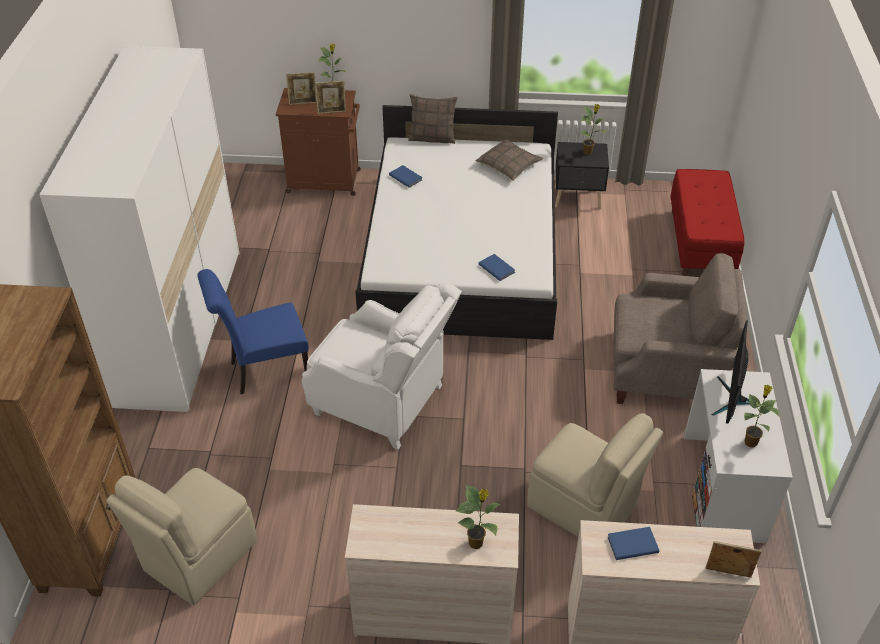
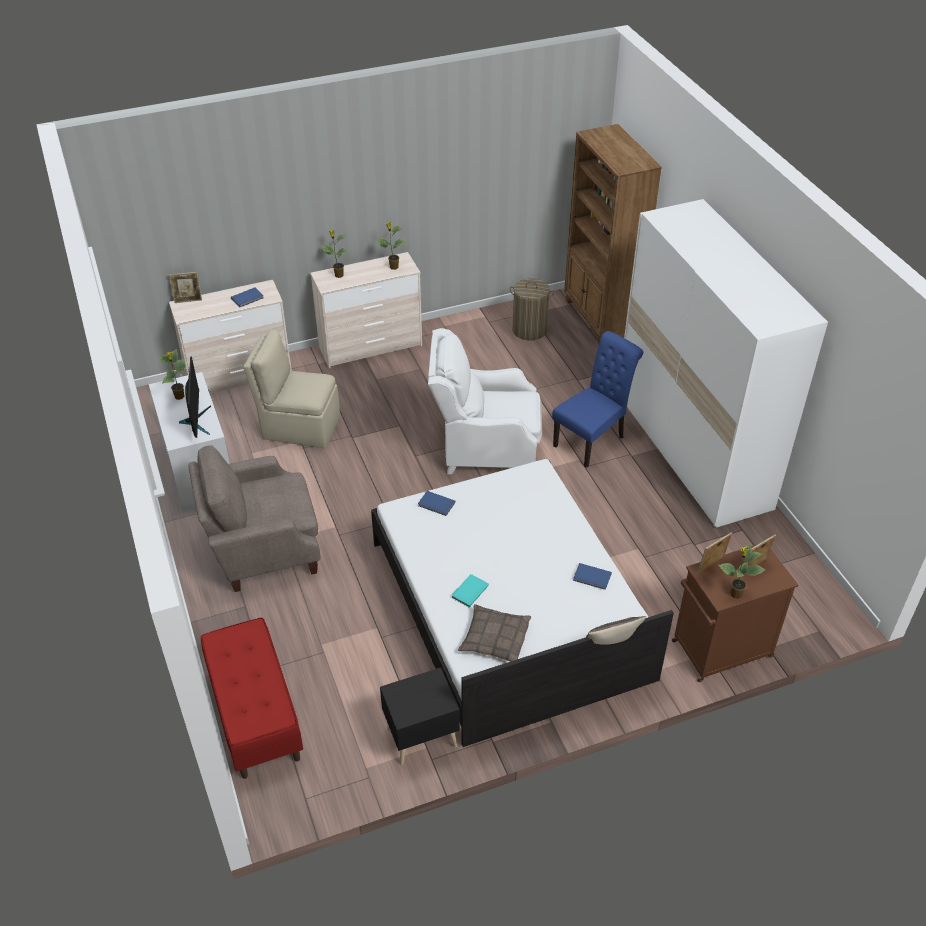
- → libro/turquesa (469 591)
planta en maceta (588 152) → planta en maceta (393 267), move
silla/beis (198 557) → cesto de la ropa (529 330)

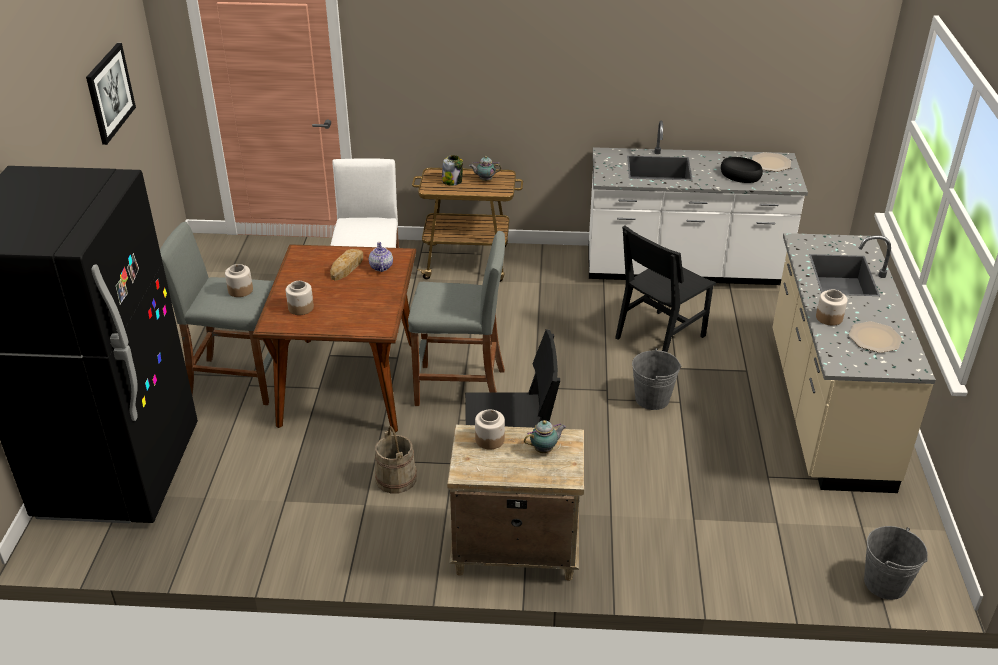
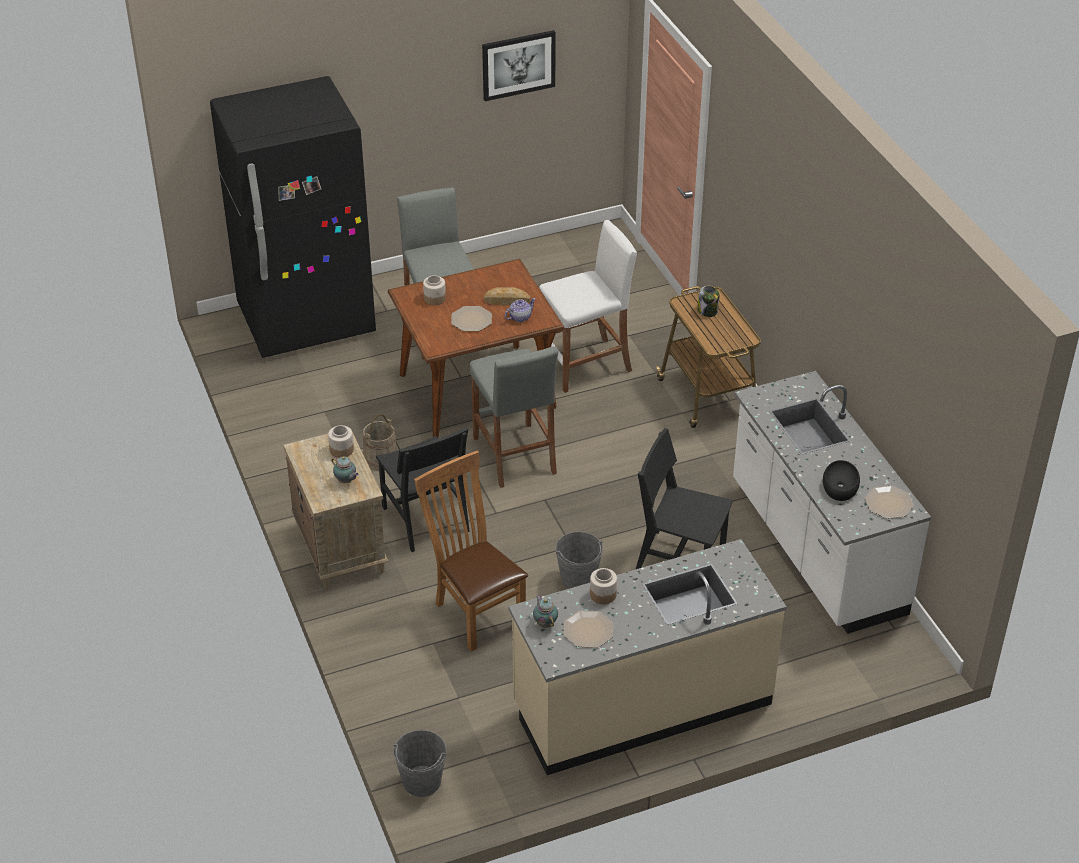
tarro (240 290) → -
- → silla/marrón (475 611)
- → plato (471 320)
tetera (485 180) → tetera (545 623), move

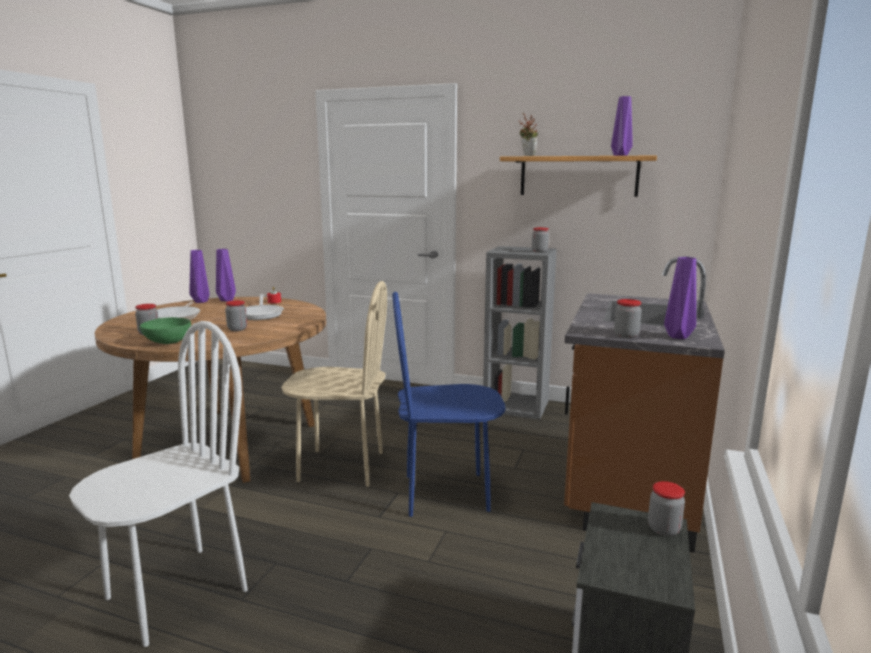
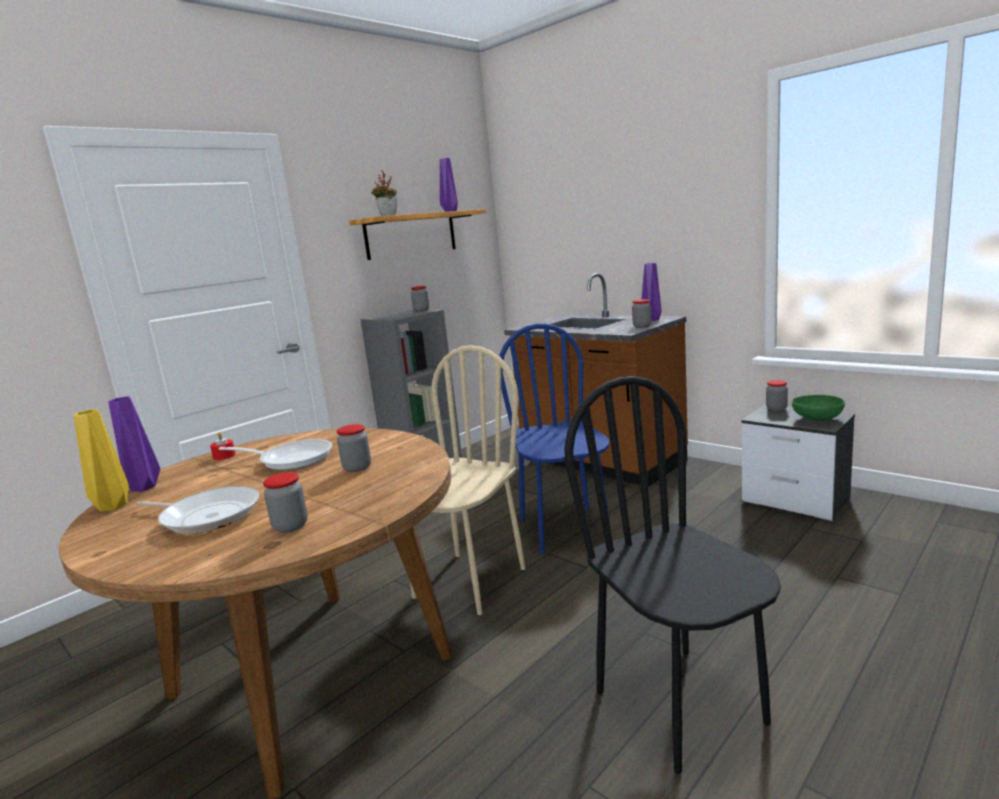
cuenco/verde (167 342) → cuenco/verde (817 420), move
silla/blanco (176 593) → silla/negro (680 705)
florero/morado (202 301) → florero/amarillo (114 506)
silla/azul (446 493) → silla/azul (565 530), 150 degrees clockwise

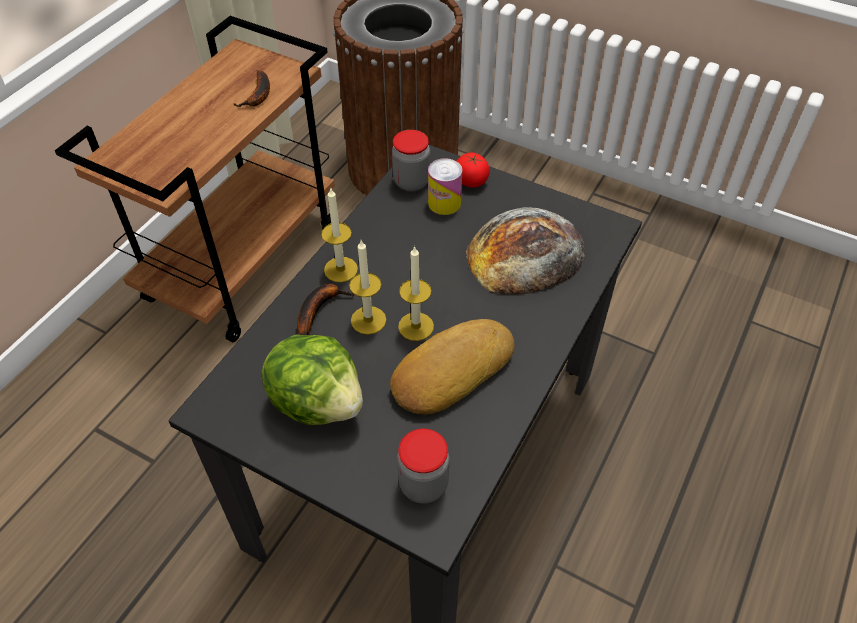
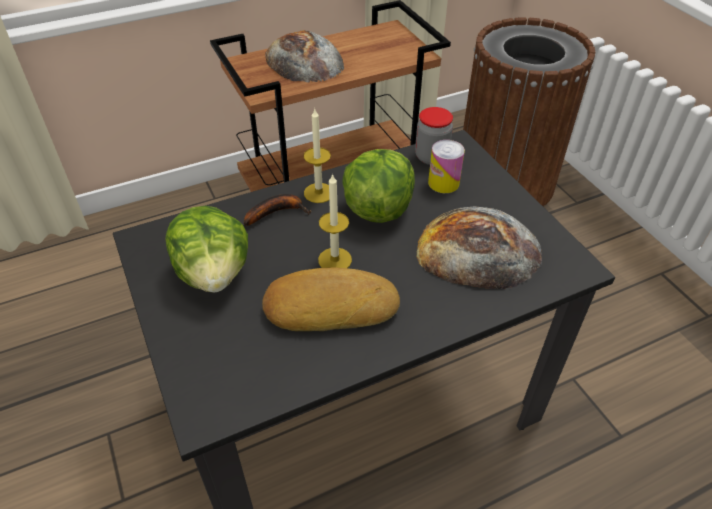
plátano (258 95) → -
vela (368 320) → -
tarro (423 484) → -
tomate (471 181) → -
- → pan (304 61)
- → lechuga (378 208)

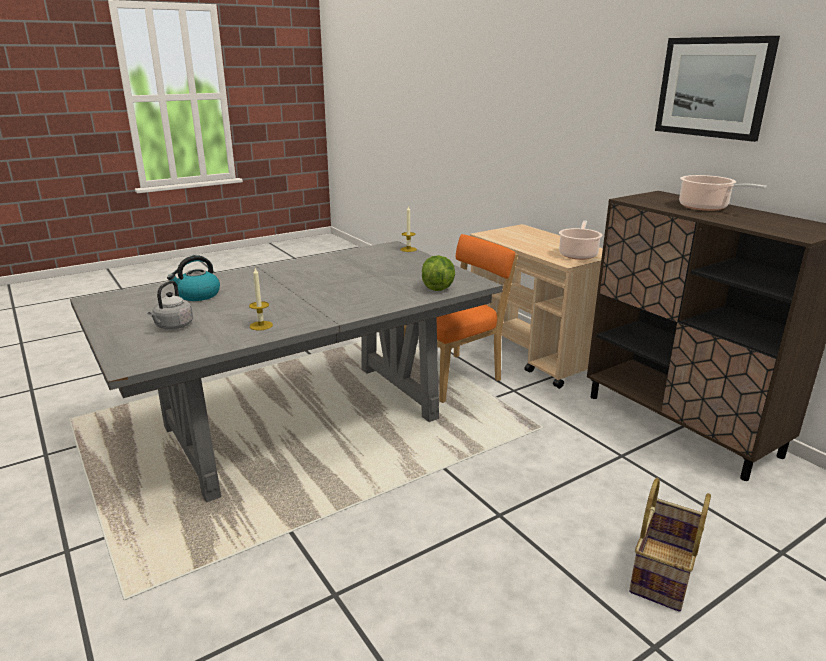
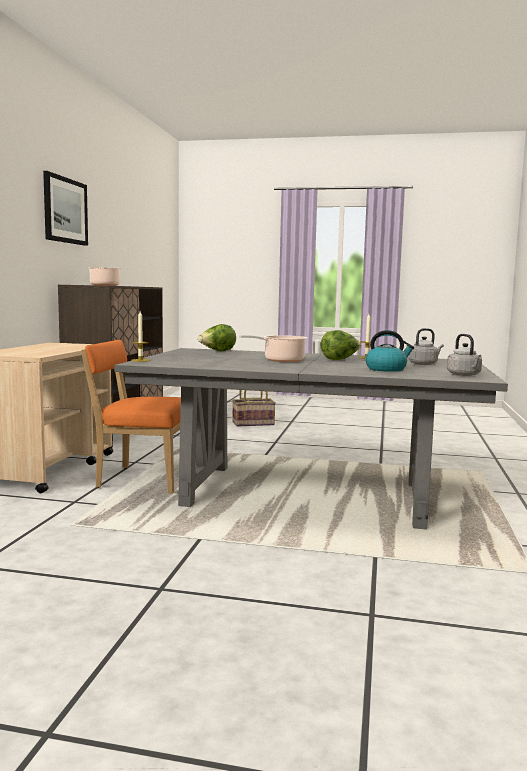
- → lechuga (340 359)
- → hervidor/gris (464 375)
olla (578 254) → olla (281 360), move

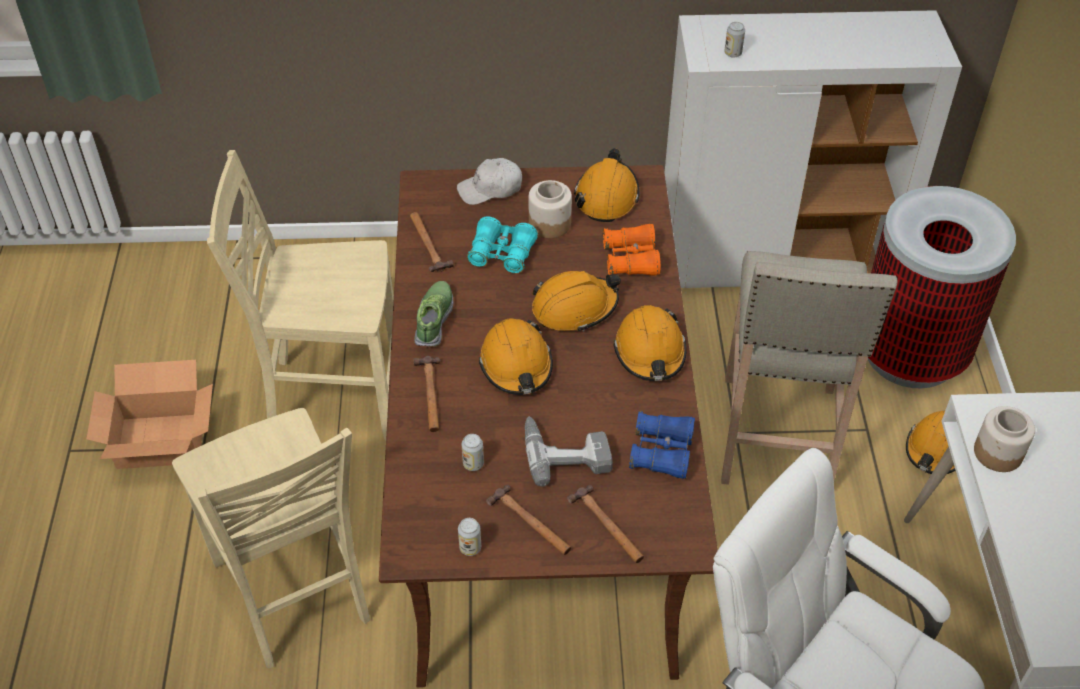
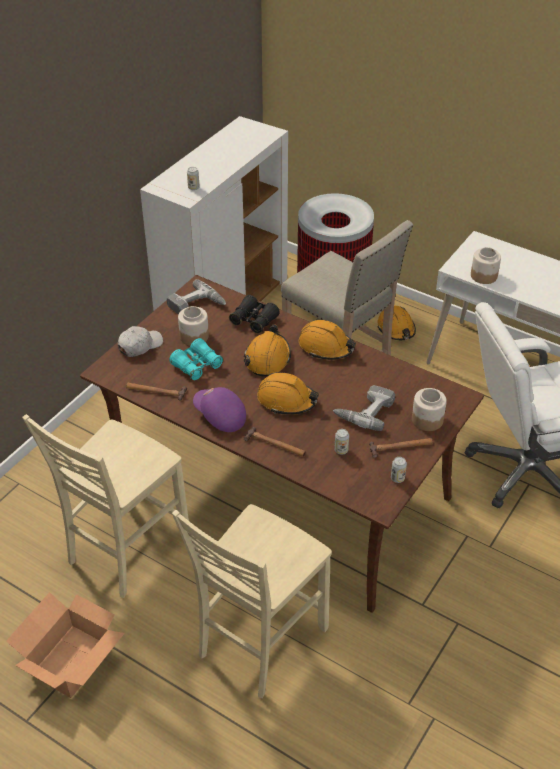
prismáticos/azul (662 452) → -
zapato (434 320) → gorra/morado (219 416)
martillo (607 527) → tarro (427 419)
casco/naranja (606 196) → taladro (197 305)
prismáticos/naranja (631 259) → prismáticos/negro (254 320)
silla/beis (294 593) → silla/beis (259 642), 120 degrees clockwise
gorra/blanco (490 189) → gorra/blanco (140 345), 150 degrees counterclockwise

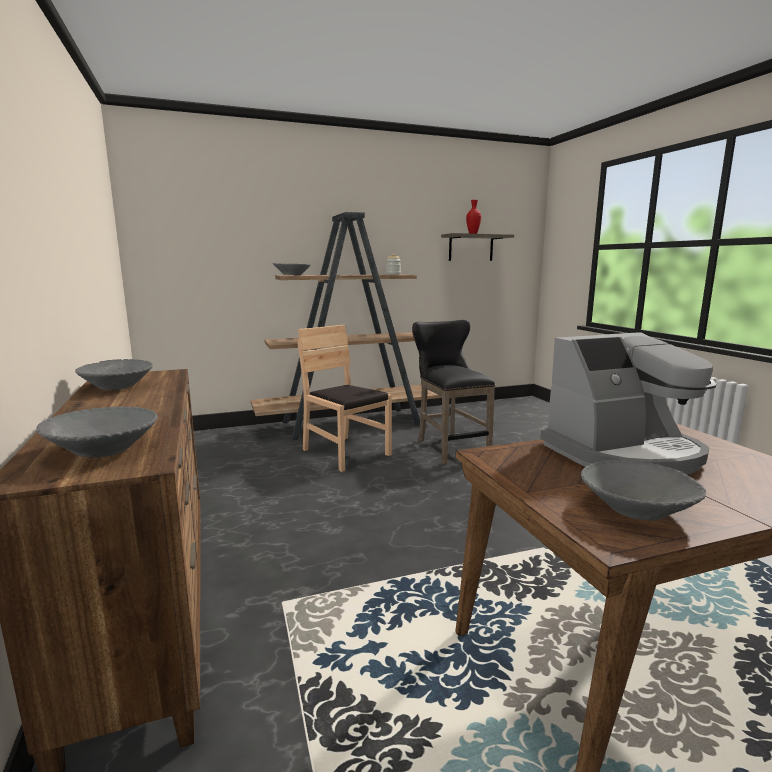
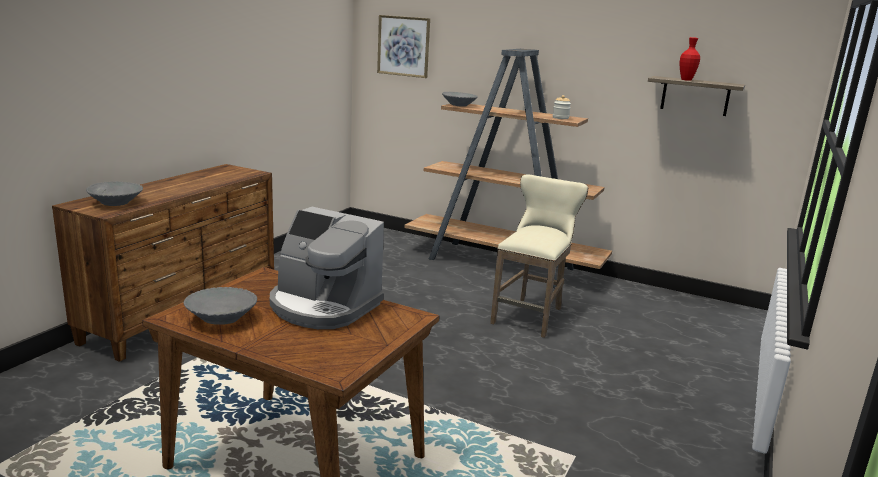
cuenco/gris (117 386) → -
silla/marrón (345 453) → -
- → cuadro (403 46)
taburete/negro (449 447) → taburete/beis (531 315)

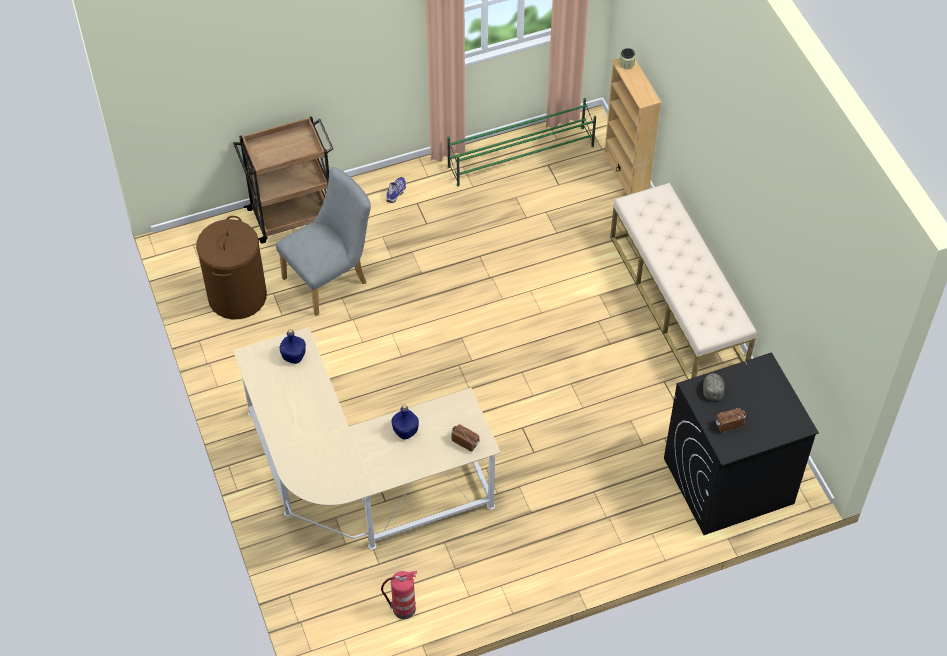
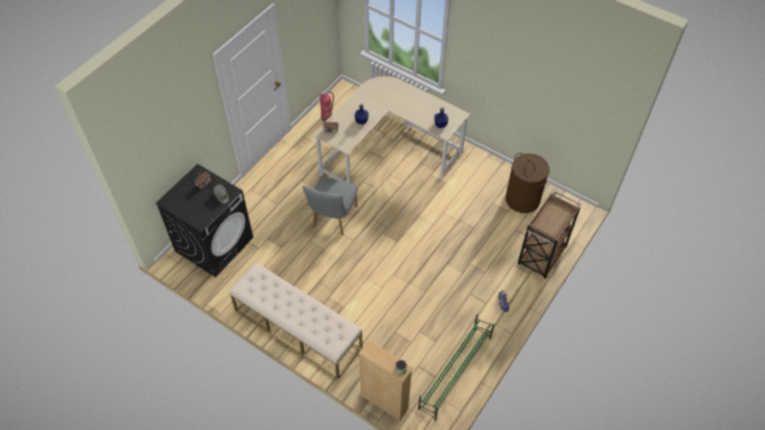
silla/gris (330 278) → silla/gris (332 219), move

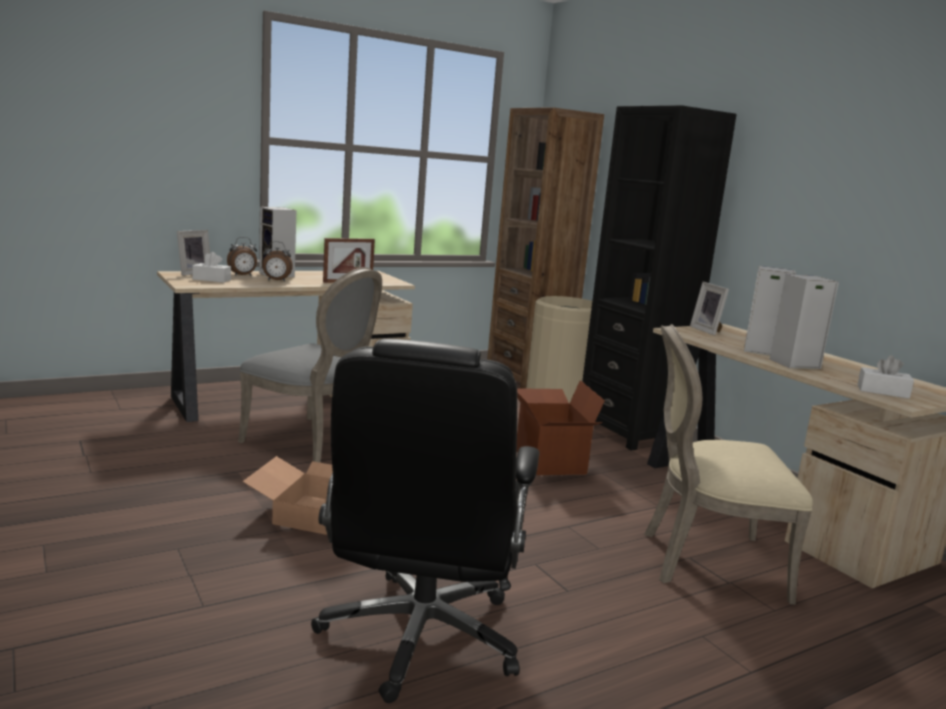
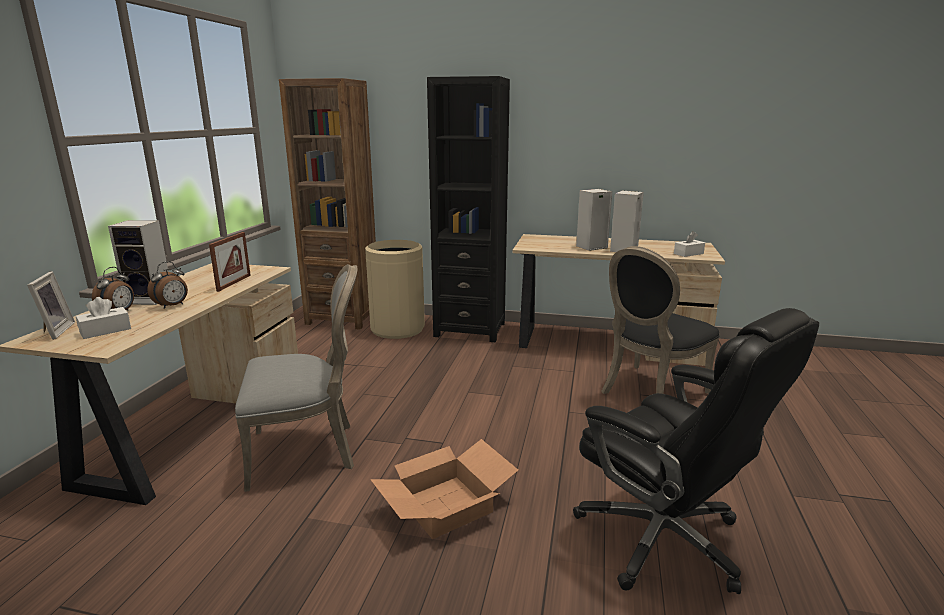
caja de cartón (548 461) → -
portarretratos (708 331) → -
silla/beis (706 562) → silla/negro (649 392)

